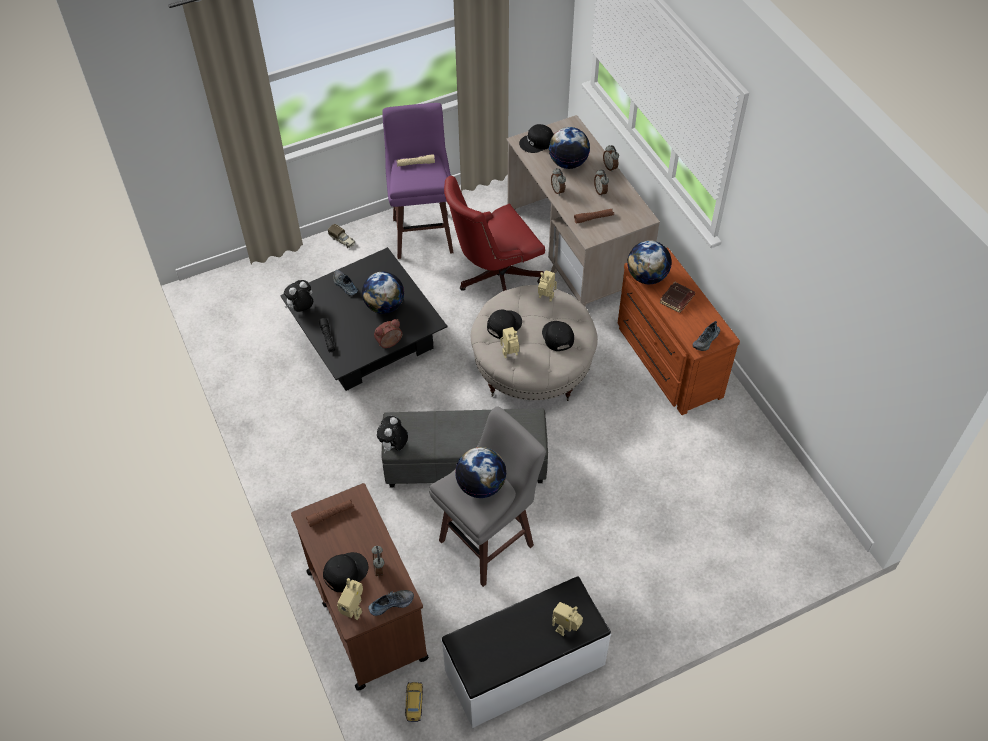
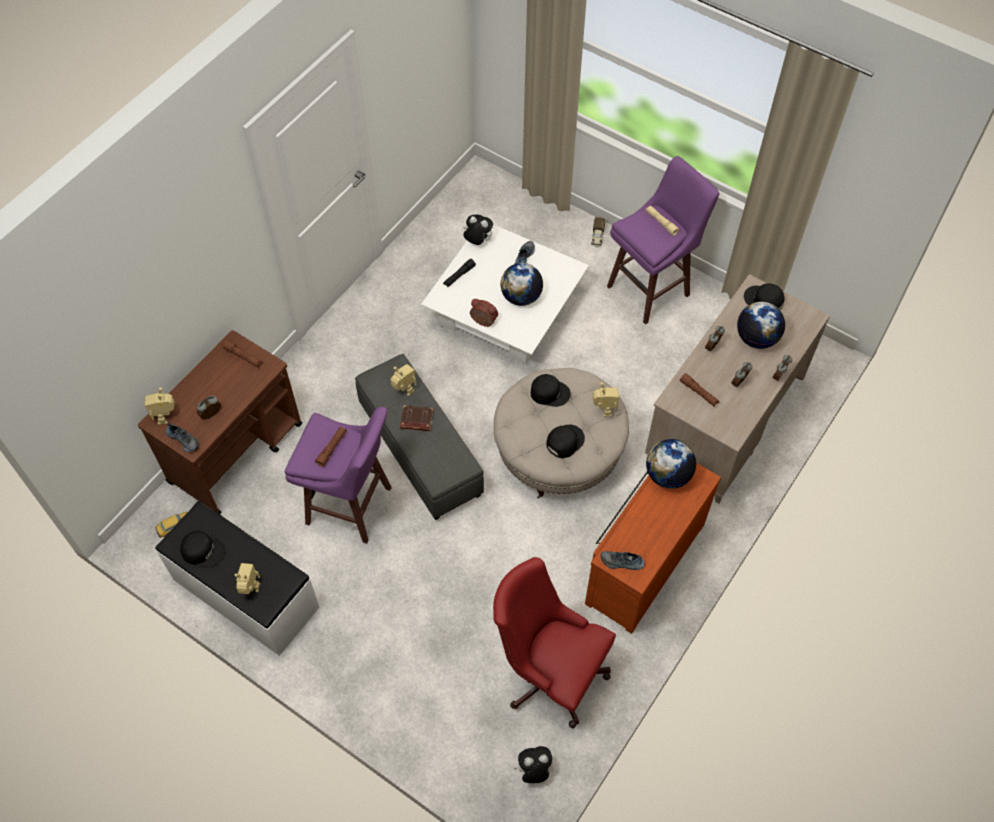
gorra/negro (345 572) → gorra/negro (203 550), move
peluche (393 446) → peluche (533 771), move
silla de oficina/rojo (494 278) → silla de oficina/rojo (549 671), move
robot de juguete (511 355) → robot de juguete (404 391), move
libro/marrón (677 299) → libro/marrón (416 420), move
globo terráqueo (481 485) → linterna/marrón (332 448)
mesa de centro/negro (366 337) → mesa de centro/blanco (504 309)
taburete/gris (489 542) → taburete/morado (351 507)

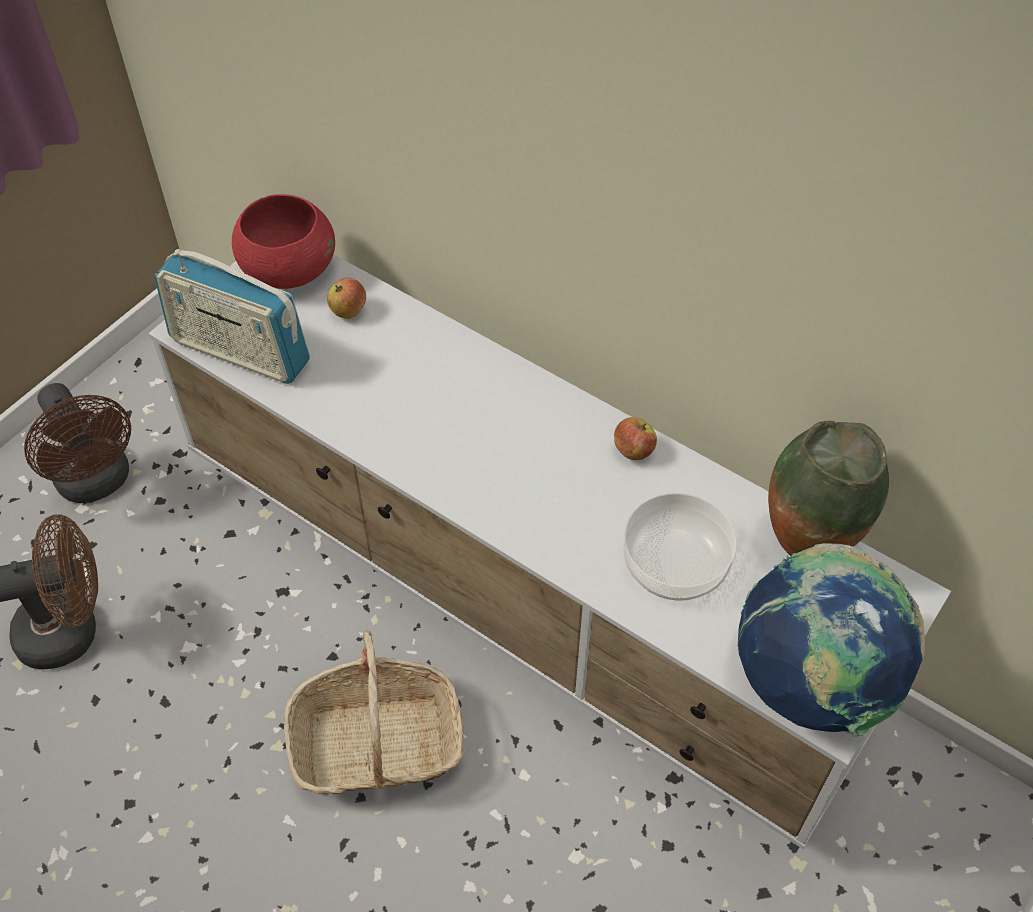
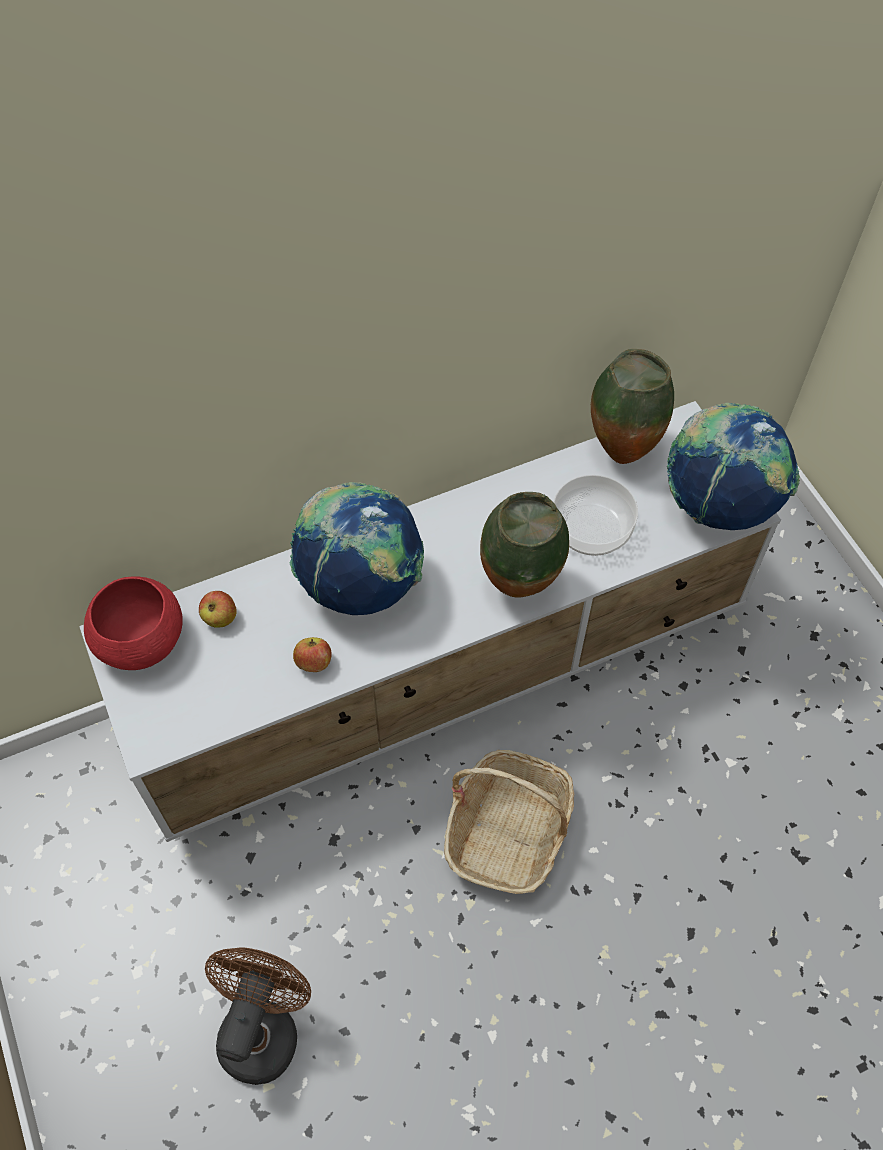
ventilador/marrón (97 482) → -
radio (240 352) → -
- → globo terráqueo (362 585)
- → florero (520 587)
manzana (633 451) → manzana (314 663), move

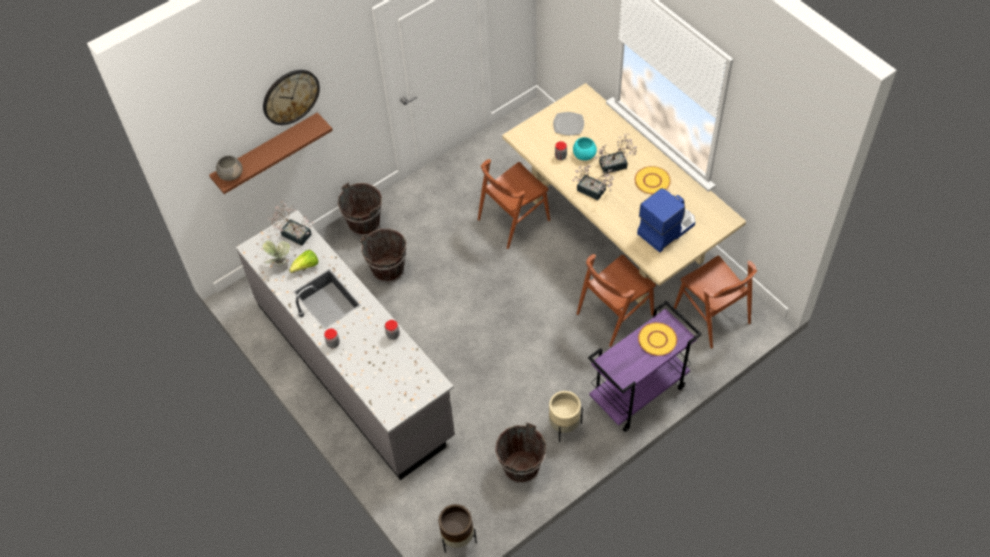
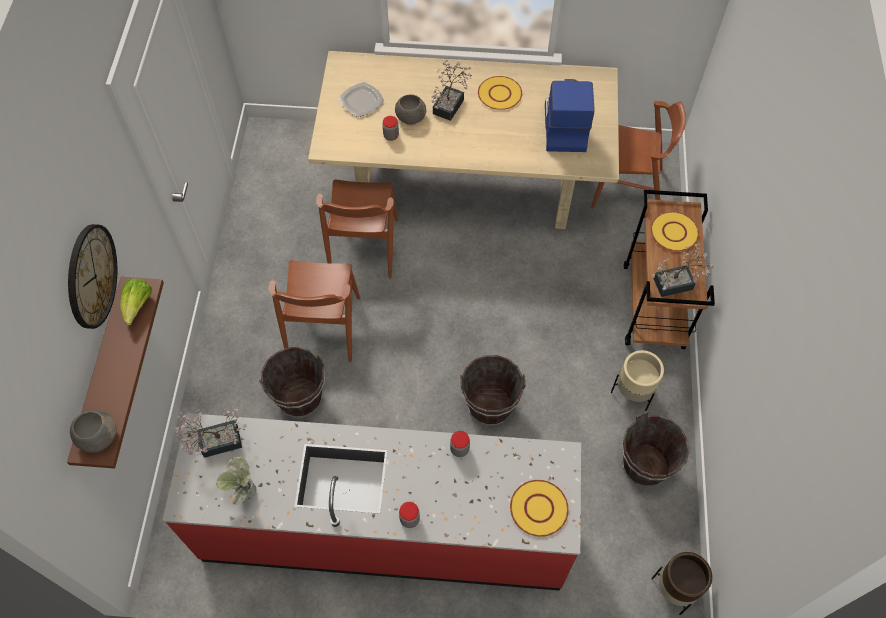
- → plato/amarillo (539 508)
lechuga (306 267) → lechuga (138 306), move
cubo/marrón (365 224) → cubo/marrón (490 405), move
planta en maceta (594 191) → planta en maceta (677 283), move
silla/marrón (614 314) → silla/marrón (323 327), move
mueble bajo de cocina/gris (354 369) → mueble bajo de cocina/rojo (385 527)
cuenco/turquesa (584 154) → cuenco/gris (410 117)
carrito/morado (638 394) → carrito/marrón (654 307)

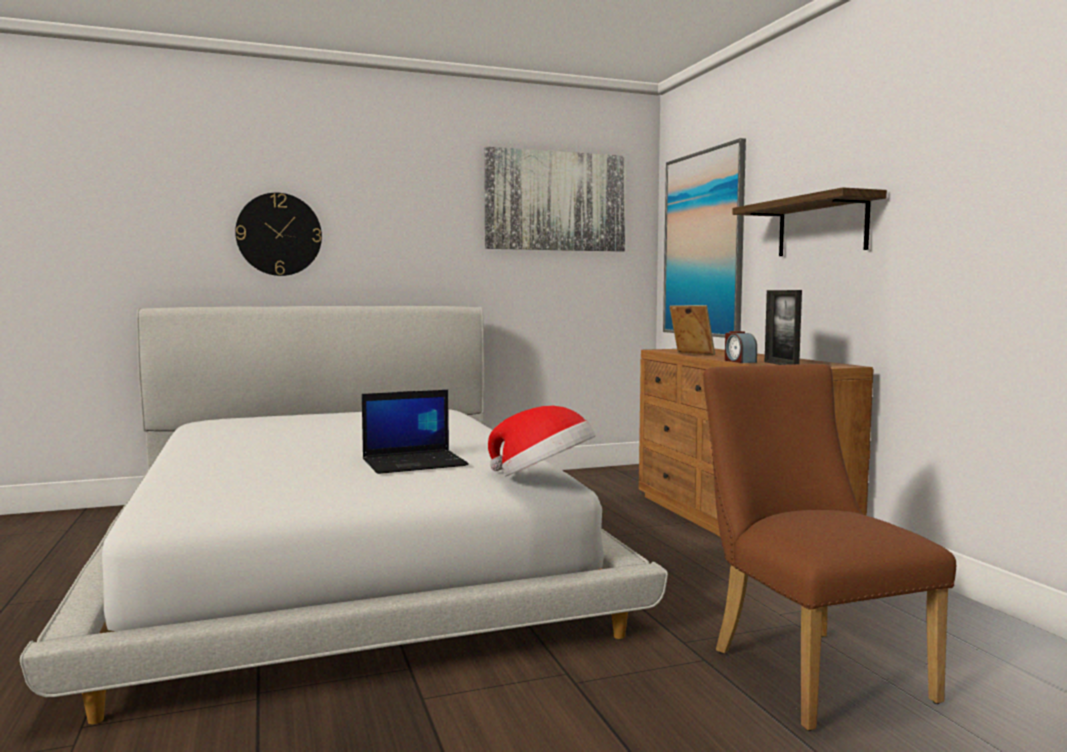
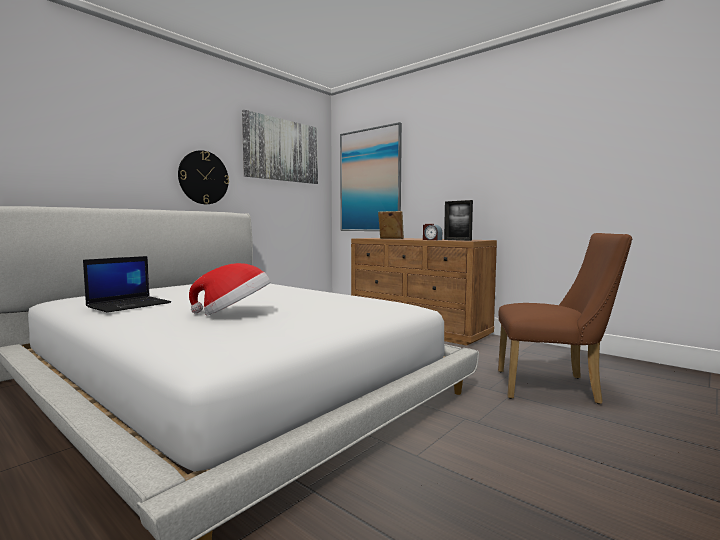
estante (821 227) → -
reloj de pared (279 234) → reloj de pared (203 177), move
portátil (415 463) → portátil (130 305), move
sombrero (543 477) → sombrero (234 313), move
silla/marrón (808 669) → silla/marrón (554 387), 150 degrees clockwise

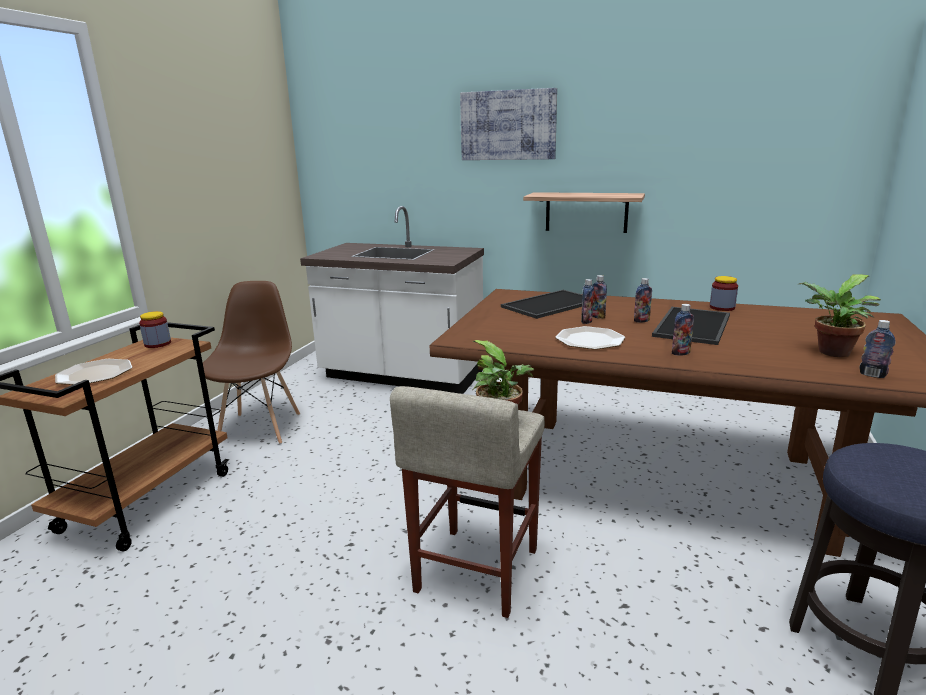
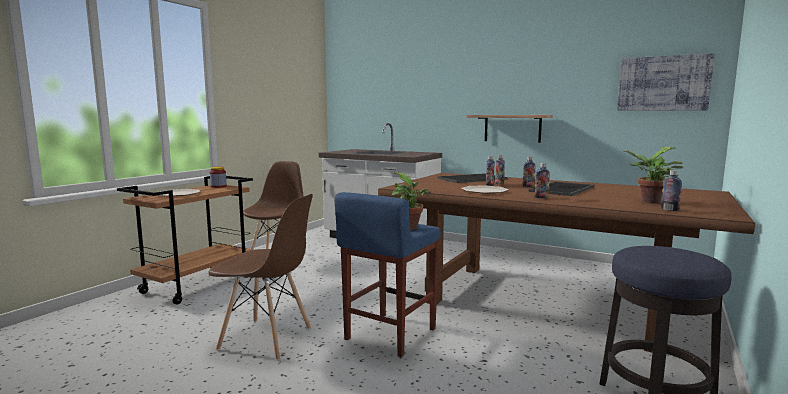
tarro (722 307) → -
- → silla/marrón (267 339)
cuadro (508 125) → cuadro (663 83), move
taburete/beis (476 571) → taburete/azul (389 334)

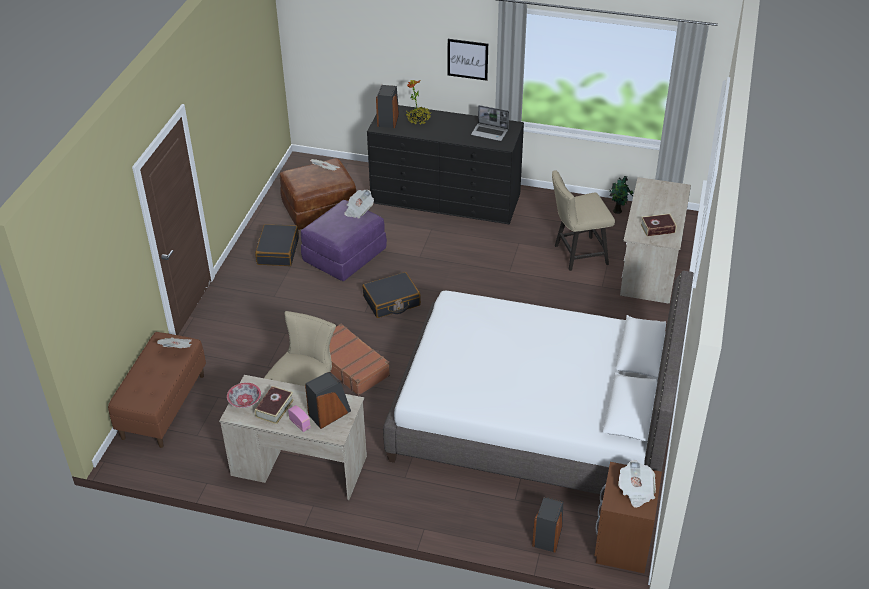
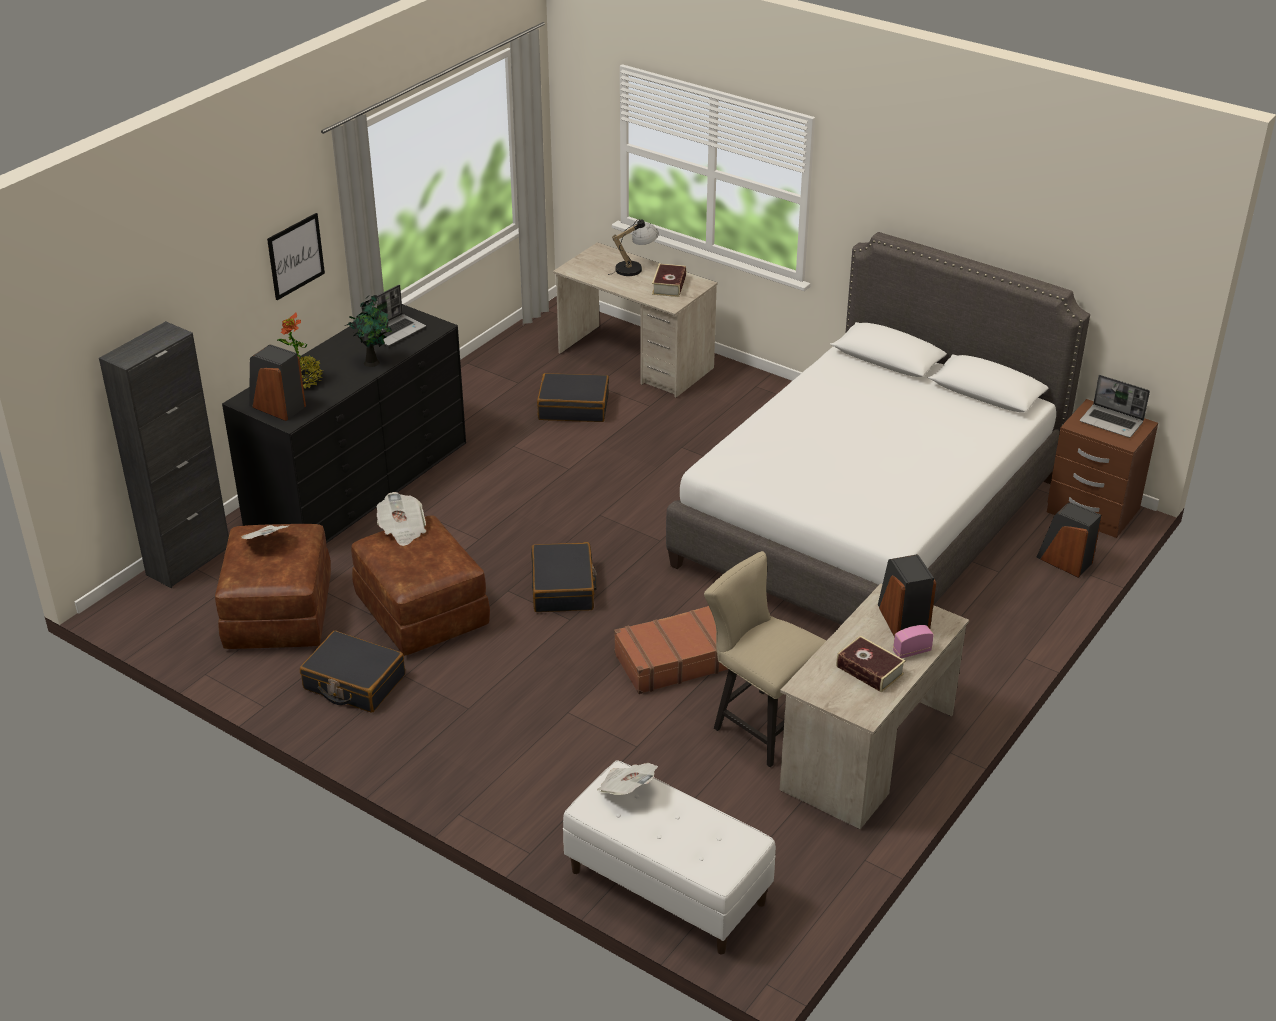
cuenco (244 401) → -
- → armario/negro (188 561)
- → lámpara de mesa (635 268)
planta en maceta (618 211) → planta en maceta (373 362), move
silla/beis (576 255) → maleta/negro (573 407)
periódico (636 491) → portátil (1112 422)
banco/marrón (163 406) → banco/blanco (666 887)
puf/morado (344 255) → puf/marrón (421 612)

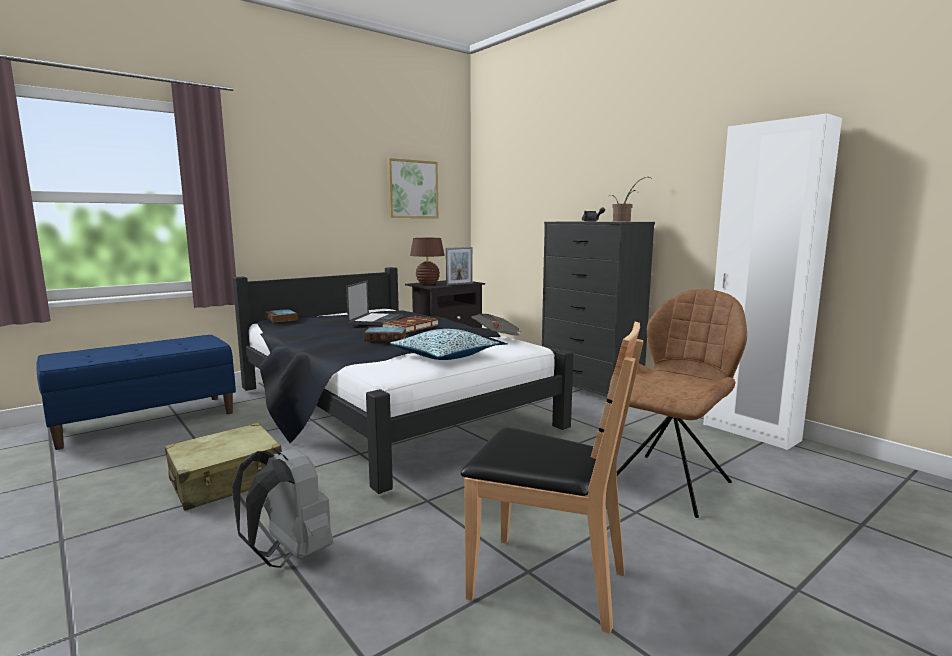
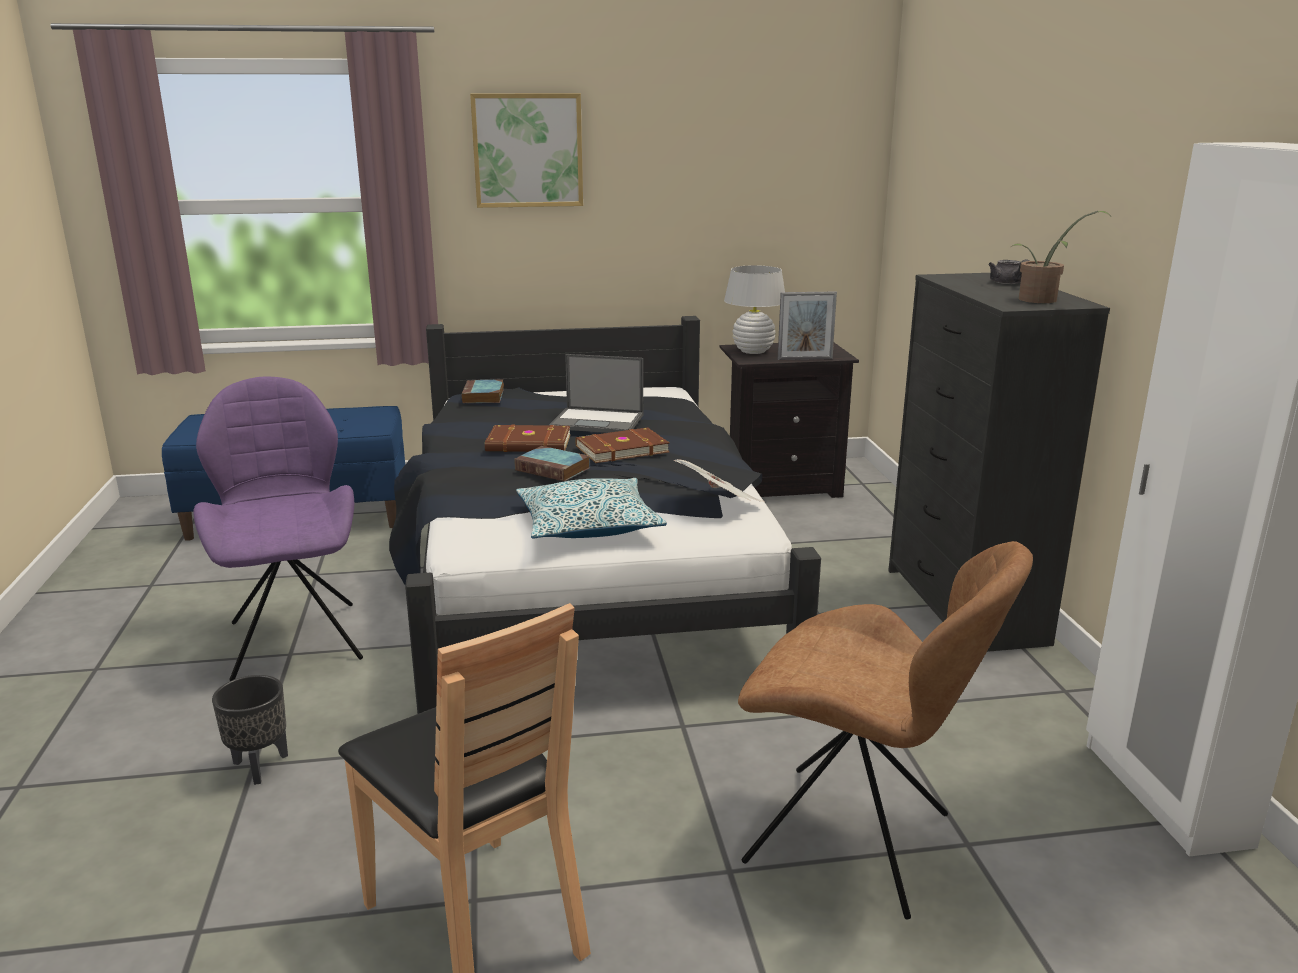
- → libro/marrón (529 444)
cuadro (412 189) → cuadro (527 150), move
maleta/beis (227 481) → silla/morado (295 637)
mochila/gris (290 554) → maceta/negro (259 766)
lámpara de mesa/marrón (427 284) → lámpara de mesa/blanco (753 351)
portátil (376 320) → portátil (598 421), 60 degrees clockwise
silla/marrón (671 482) → silla/marrón (856 841), 45 degrees clockwise

